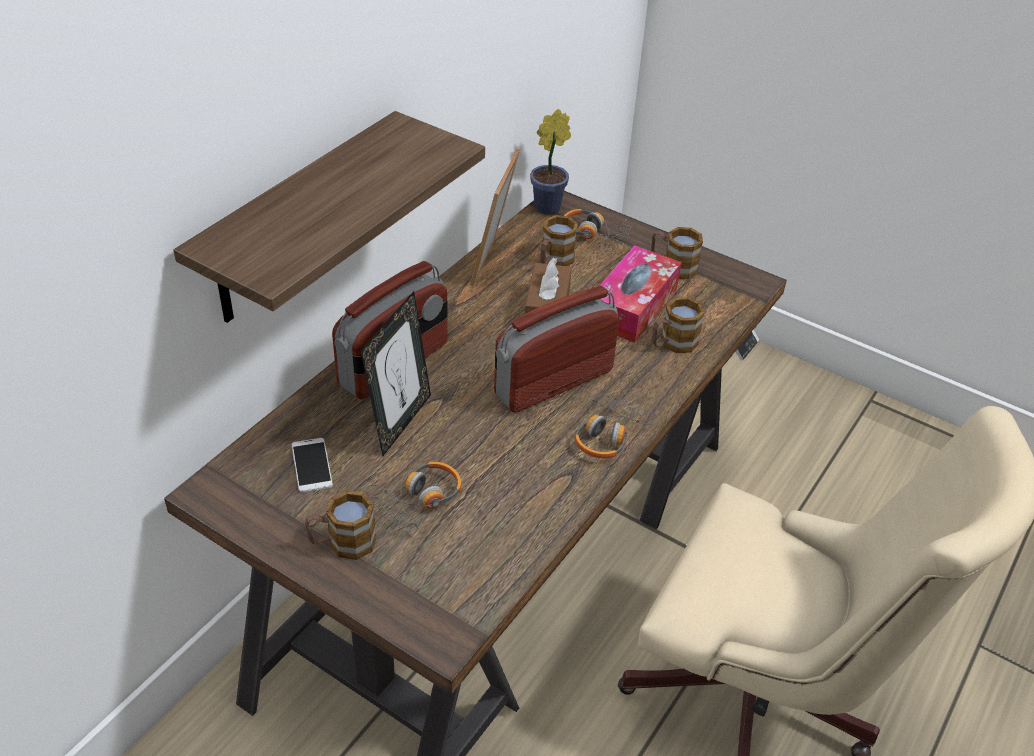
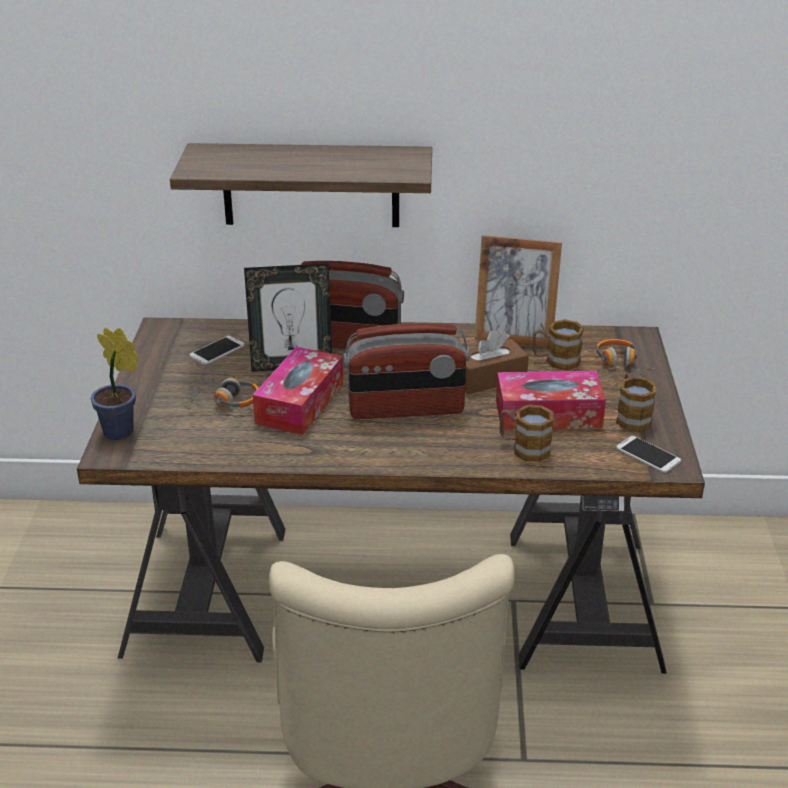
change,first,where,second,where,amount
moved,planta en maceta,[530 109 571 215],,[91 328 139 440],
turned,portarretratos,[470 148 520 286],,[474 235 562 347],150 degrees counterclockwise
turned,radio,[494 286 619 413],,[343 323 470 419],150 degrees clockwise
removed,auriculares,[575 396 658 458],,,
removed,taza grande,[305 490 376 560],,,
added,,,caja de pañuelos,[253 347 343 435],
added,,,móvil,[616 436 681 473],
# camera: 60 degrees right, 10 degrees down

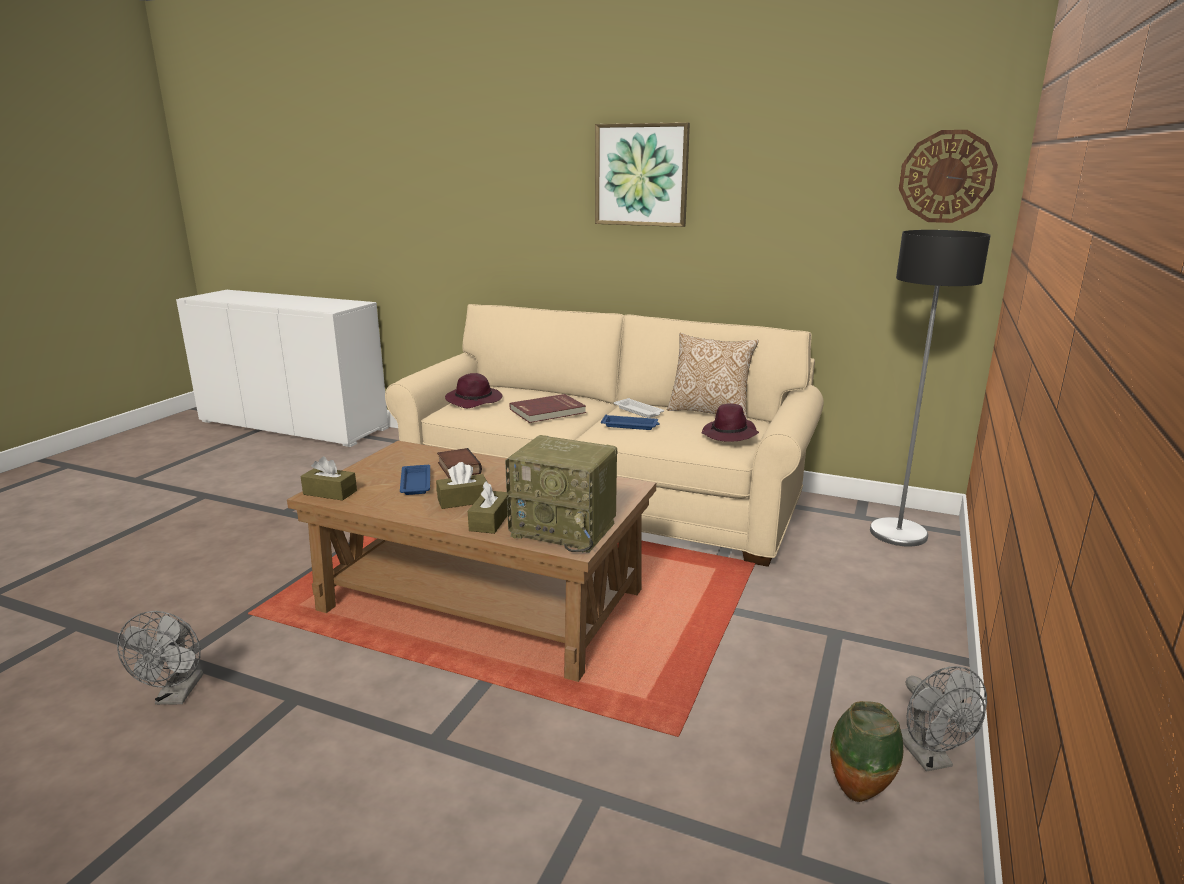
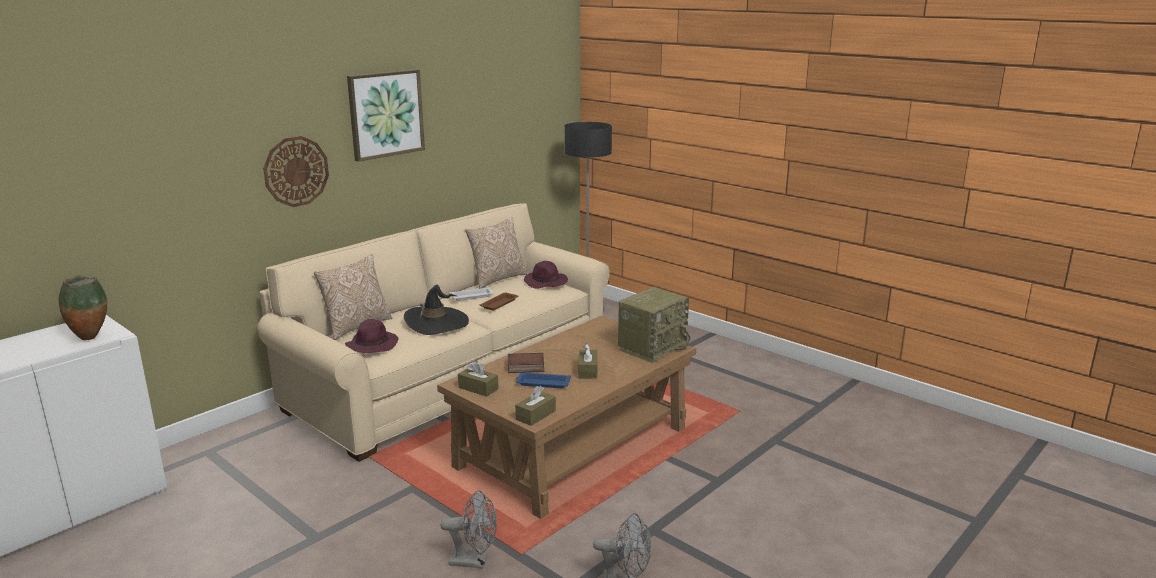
change,first,where,second,where,amount
moved,reloj de pared,[899 130 998 223],,[263 136 329 207],
replaced,libro/rojo,[509 394 586 423],sombrero/negro,[404 285 469 335],
recoloured,bandeja/azul,[601 414 659 430],bandeja/marrón,[479 293 518 311],
moved,caja de pañuelos/marrón,[468 481 510 534],,[458 361 499 397],
moved,ventilador/gris,[901 666 987 772],,[440 490 497 568],
moved,florero,[830 701 903 802],,[59 275 107 340],
added,,,cojín,[314 254 392 340],
# camera: 70 degrees left, 0 degrees up

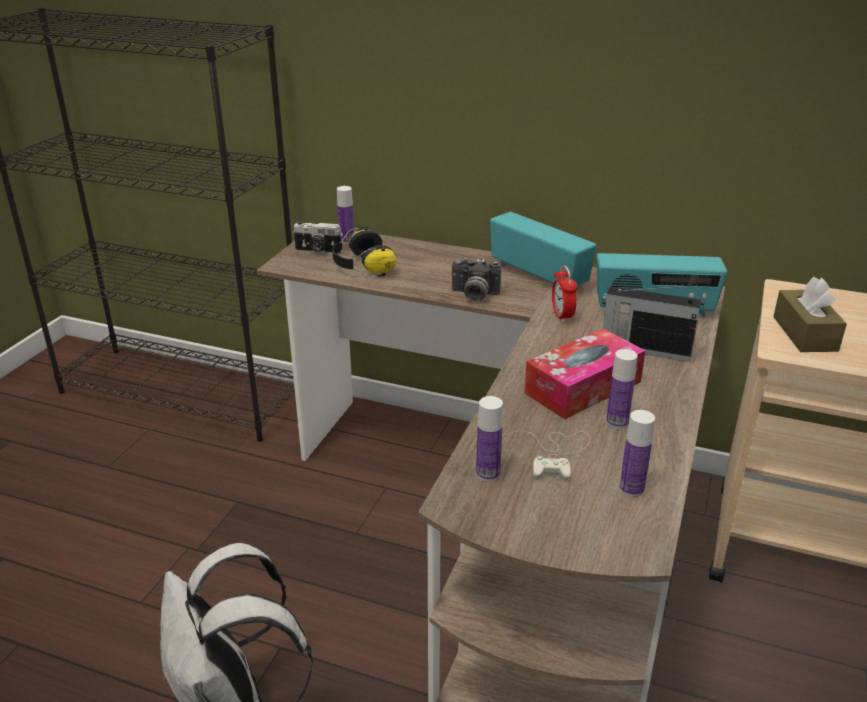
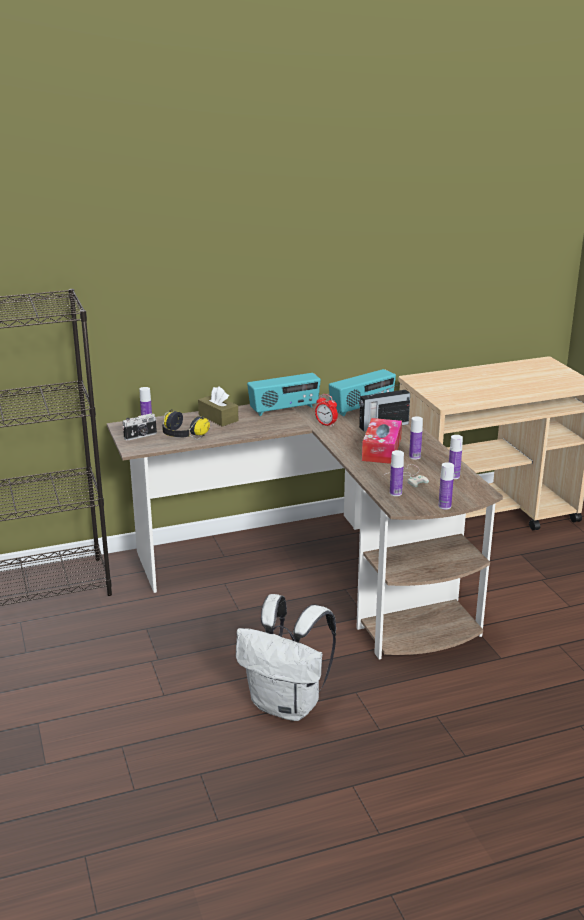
change,first,where,second,where,amount
turned,radio,[490 212 596 289],,[247 373 321 416],150 degrees clockwise
removed,cámara,[452 258 501 302],,,
moved,caja de pañuelos/marrón,[773 277 847 352],,[198 386 239 427],
added,,,botella,[438 462 454 510],
# camera: 40 degrees left, 5 degrees down

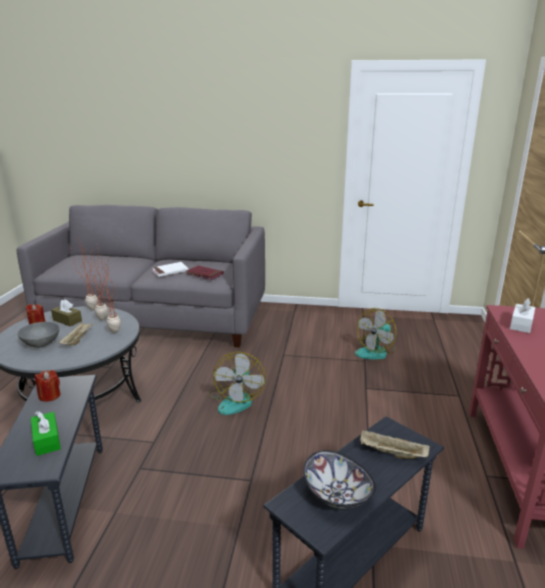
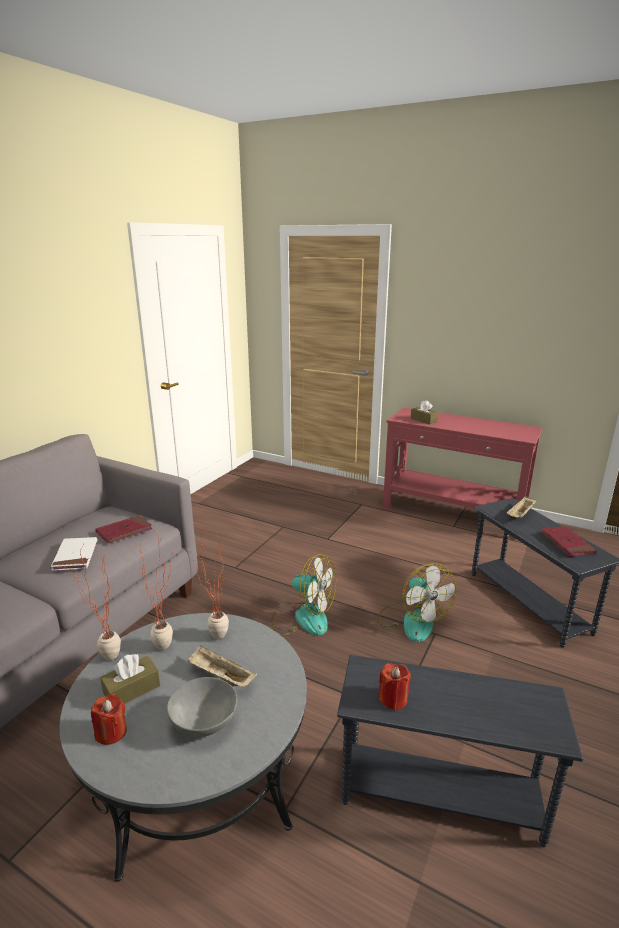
change,first,where,second,where,amount
recoloured,caja de pañuelos/blanco,[510 298 535 333],caja de pañuelos/marrón,[411 400 438 425],
moved,ventilador,[355 308 396 359],,[377 563 456 642],
removed,caja de pañuelos/verde,[31 411 61 456],,,
replaced,cuenco,[303 450 376 509],libro/rojo,[540 526 597 557],
# camera: 70 degrees left, 0 degrees up

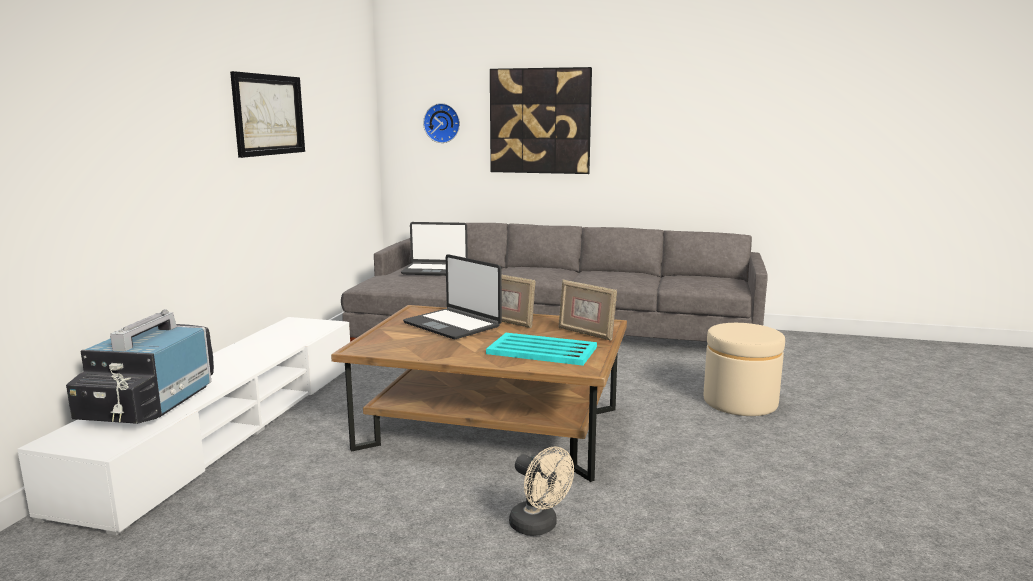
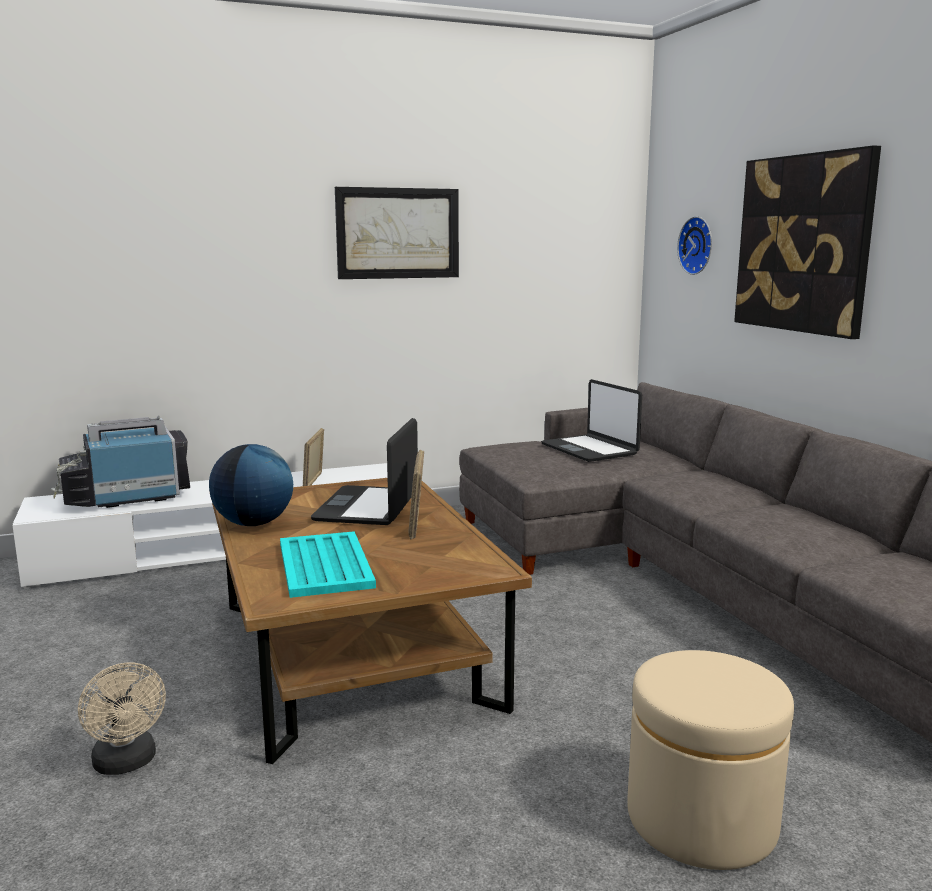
change,first,where,second,where,amount
moved,portarretratos,[558 280 617 341],,[303 428 324 486],
turned,ventilador/beis,[509 447 574 536],,[78 662 166 775],45 degrees counterclockwise
added,,,globo terráqueo,[209 444 293 526],
# camera: 55 degrees right, 0 degrees up

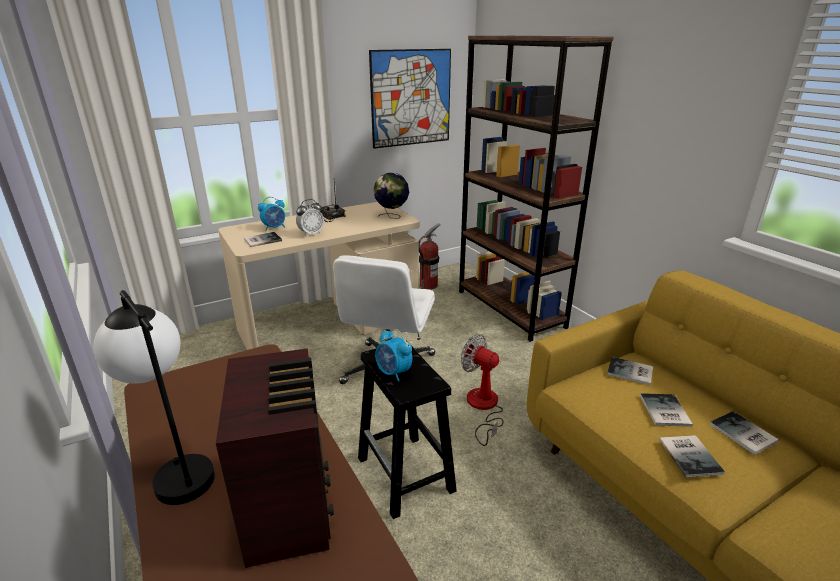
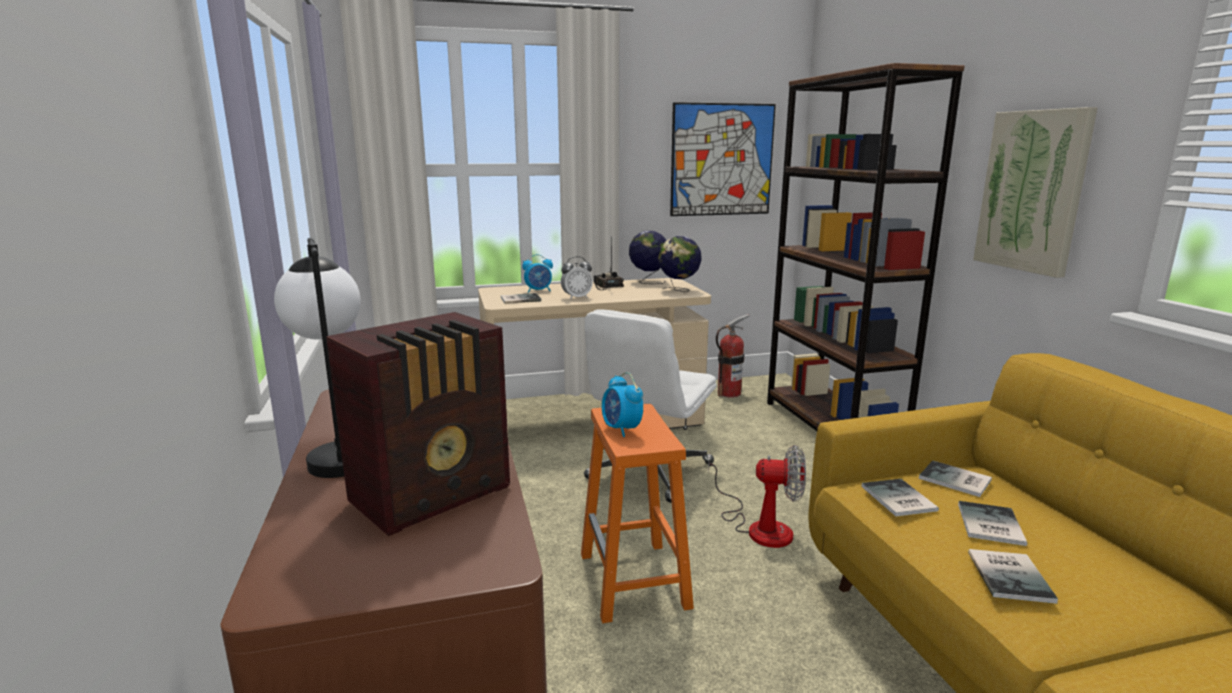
change,first,where,second,where,amount
turned,ventilador,[461 334 503 446],,[708 445 806 548],135 degrees clockwise
recoloured,taburete/negro,[358 341 457 519],taburete/naranja,[581 404 694 623],
turned,radio,[216 348 334 568],,[326 312 510 536],45 degrees clockwise
moved,libro,[710 411 779 455],,[861 479 939 516],
added,,,cuadro,[973 107 1098 278],
added,,,globo terráqueo,[629 231 667 284],
# camera: 15 degrees right, 10 degrees down

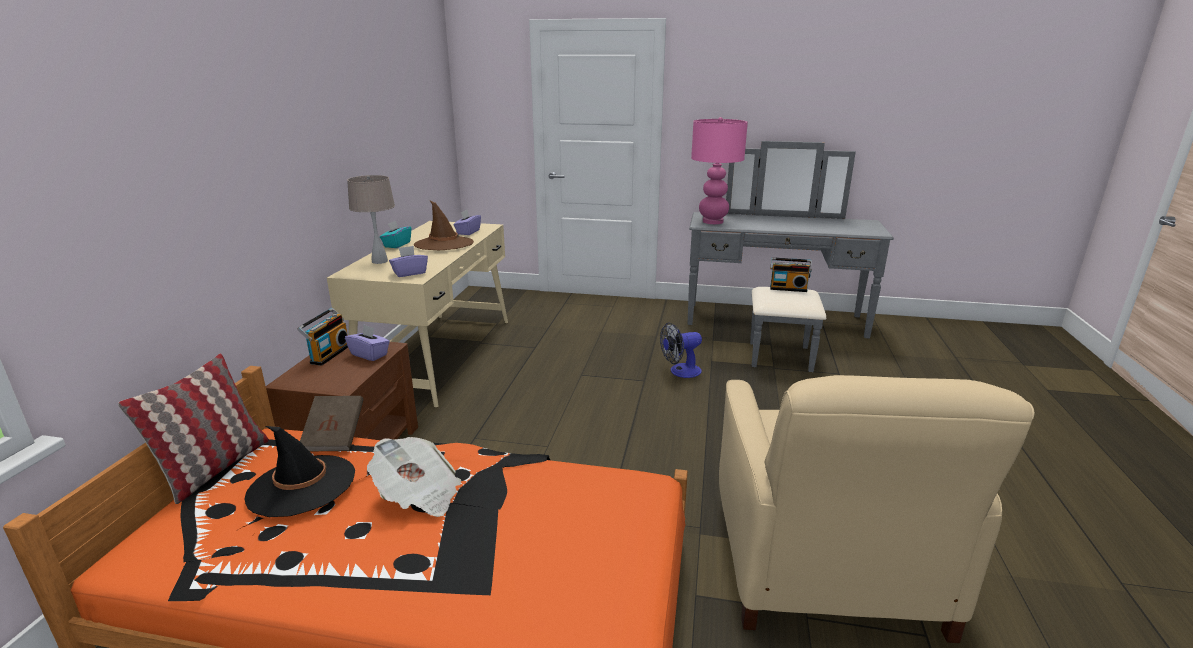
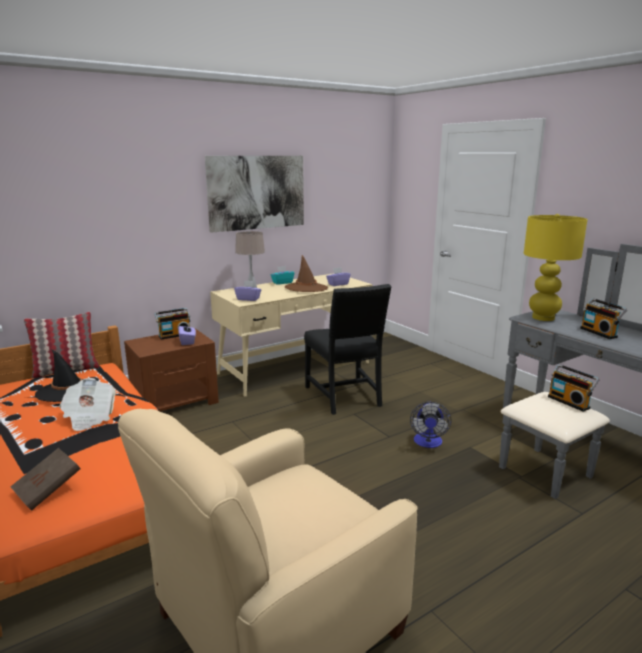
change,first,where,second,where,amount
recoloured,lámpara de mesa/rosa,[691 117 748 224],lámpara de mesa/amarillo,[524 214 588 321],
turned,ventilador,[660 323 702 378],,[410 402 451 448],105 degrees counterclockwise
moved,libro/marrón,[300 396 364 451],,[11 448 81 511],
added,,,cuadro,[205 156 304 233],
added,,,silla/negro,[304 284 391 415],
added,,,radio,[580 298 627 339],
# camera: 45 degrees right, 5 degrees down

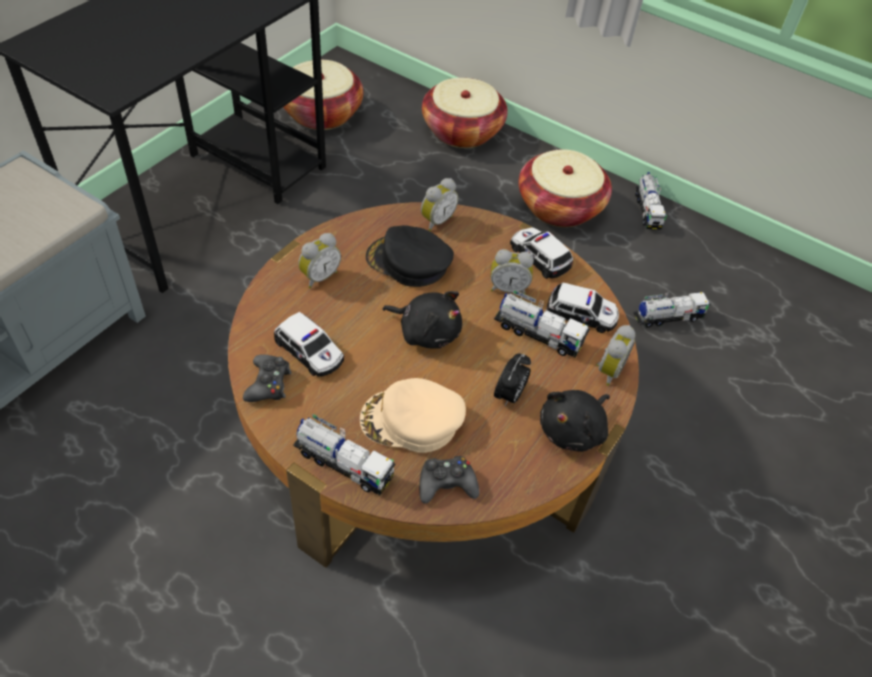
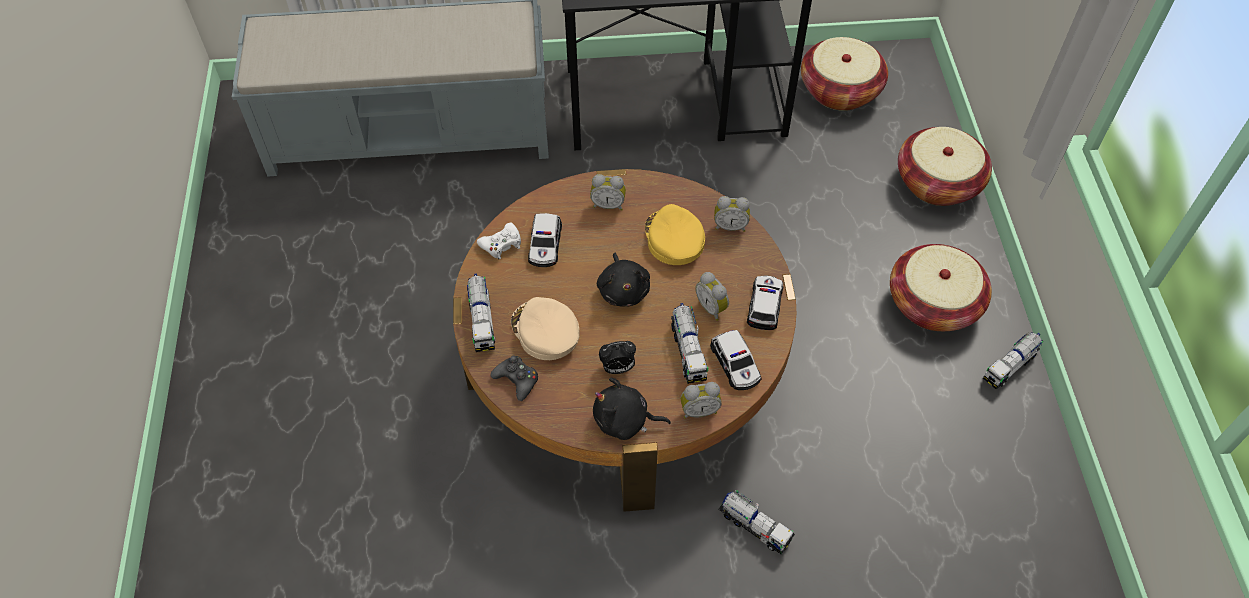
change,first,where,second,where,amount
recoloured,gorra/negro,[366 225 454 287],gorra/amarillo,[645 204 705 265],
moved,camión de juguete,[634 292 710 328],,[718 490 795 554],
recoloured,mando de consola/negro,[243 355 292 402],mando de consola/blanco,[477 222 521 259],
# camera: 55 degrees right, 5 degrees up

